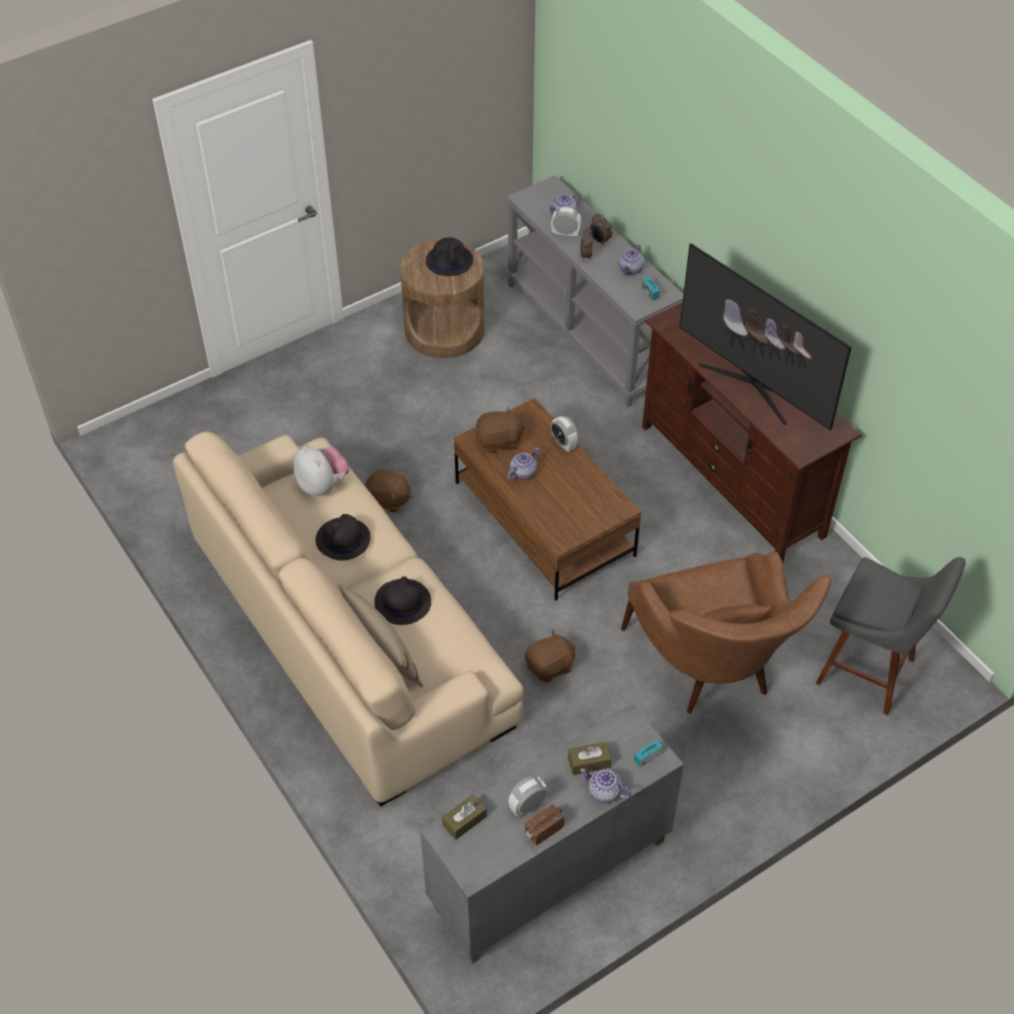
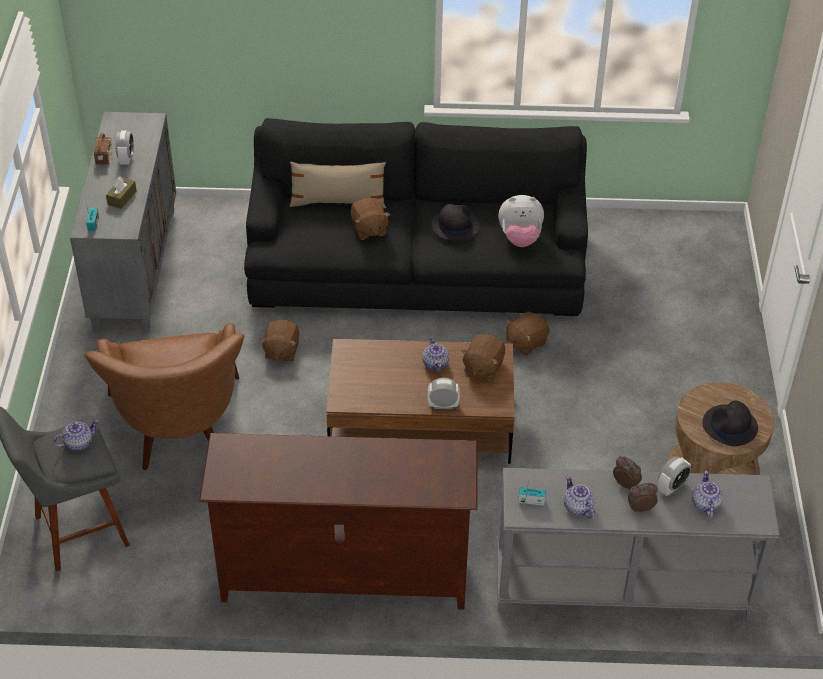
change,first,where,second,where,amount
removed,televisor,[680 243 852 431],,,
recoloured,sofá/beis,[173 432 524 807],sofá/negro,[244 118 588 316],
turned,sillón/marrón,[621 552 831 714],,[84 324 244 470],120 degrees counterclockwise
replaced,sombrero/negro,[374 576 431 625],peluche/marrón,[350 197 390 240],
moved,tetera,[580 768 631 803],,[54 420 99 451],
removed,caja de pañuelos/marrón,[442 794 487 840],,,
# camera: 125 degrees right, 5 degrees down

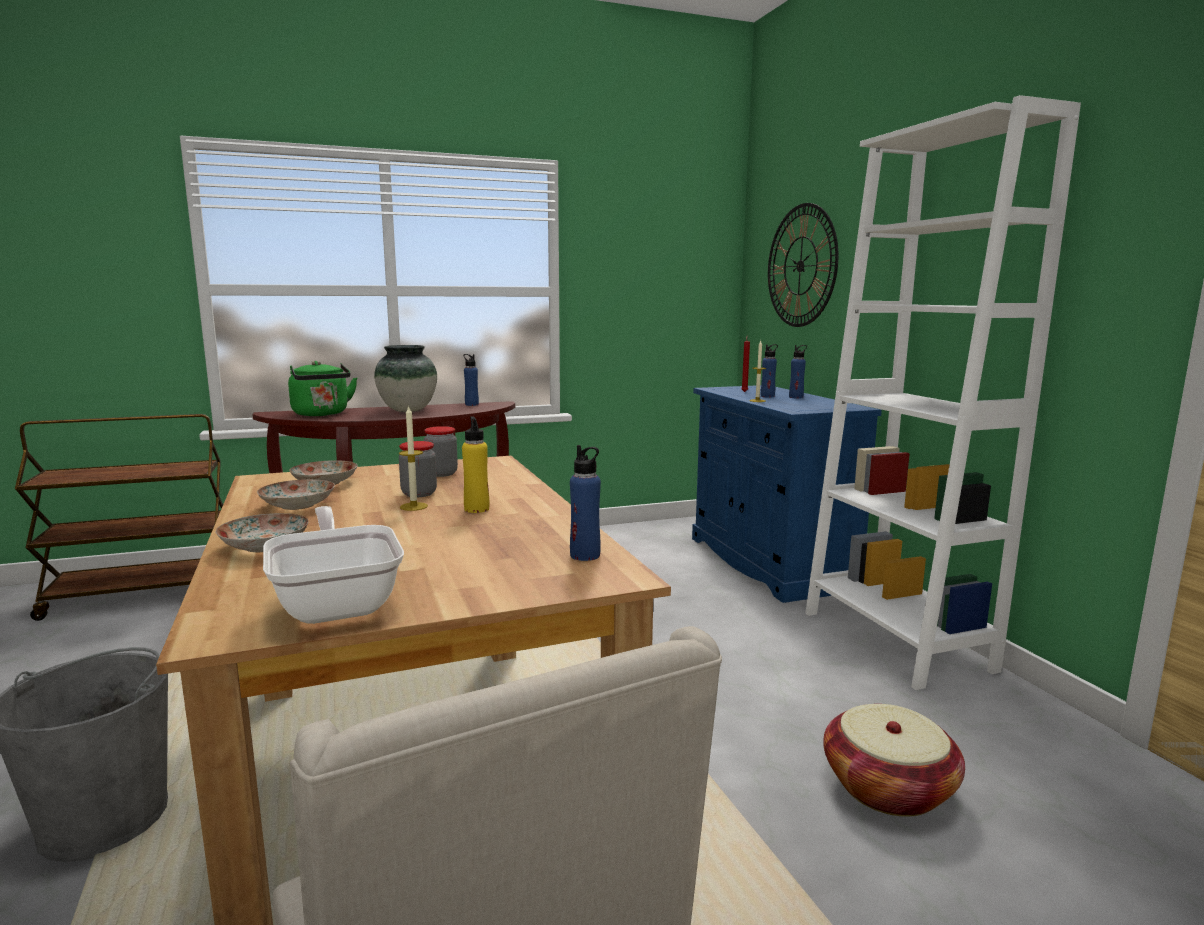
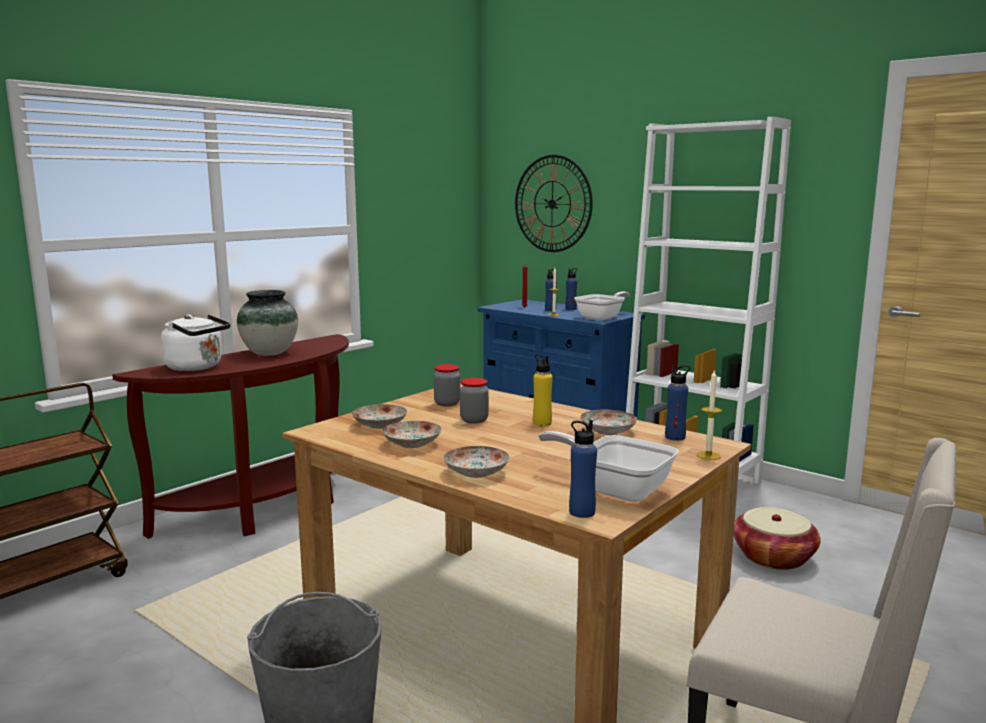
change,first,where,second,where,amount
moved,botella/azul,[463 354 479 406],,[569 420 597 518],
recoloured,hervidor/verde,[288 361 357 416],hervidor/blanco,[161 314 230 371],
moved,vela,[399 405 428 511],,[697 369 722 460],
added,,,sartén,[574 292 630 320],
added,,,plato,[580 410 637 435],
# camera: 30 degrees left, 0 degrees up

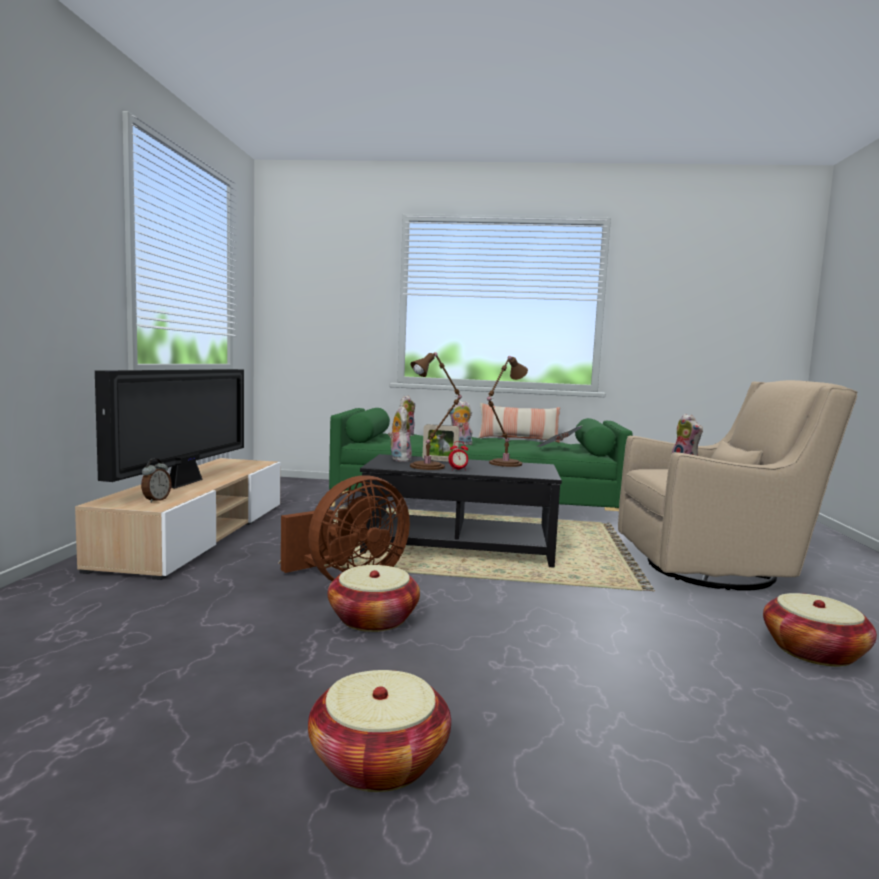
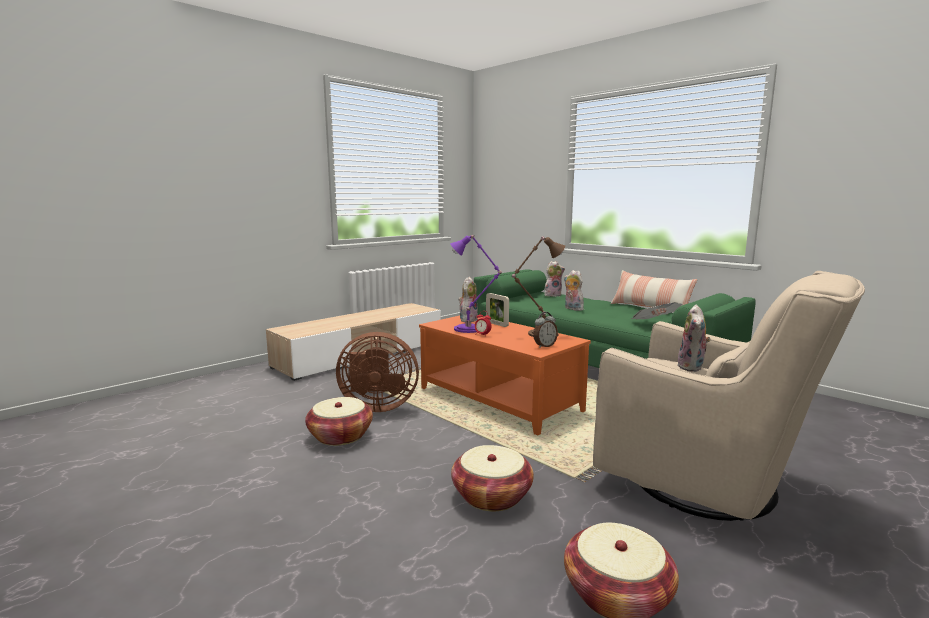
change,first,where,second,where,amount
recoloured,lámpara de mesa/marrón,[410 352 462 470],lámpara de mesa/morado,[450 235 502 333],
removed,televisor,[95 369 244 489],,,
recoloured,mesa de centro/negro,[360 454 562 568],mesa de centro/naranja,[419 316 591 435],
moved,despertador,[141 458 171 503],,[533 312 558 348],
moved,cesta,[308 670 451 792],,[451 445 534 511],
# camera: 40 degrees right, 5 degrees up

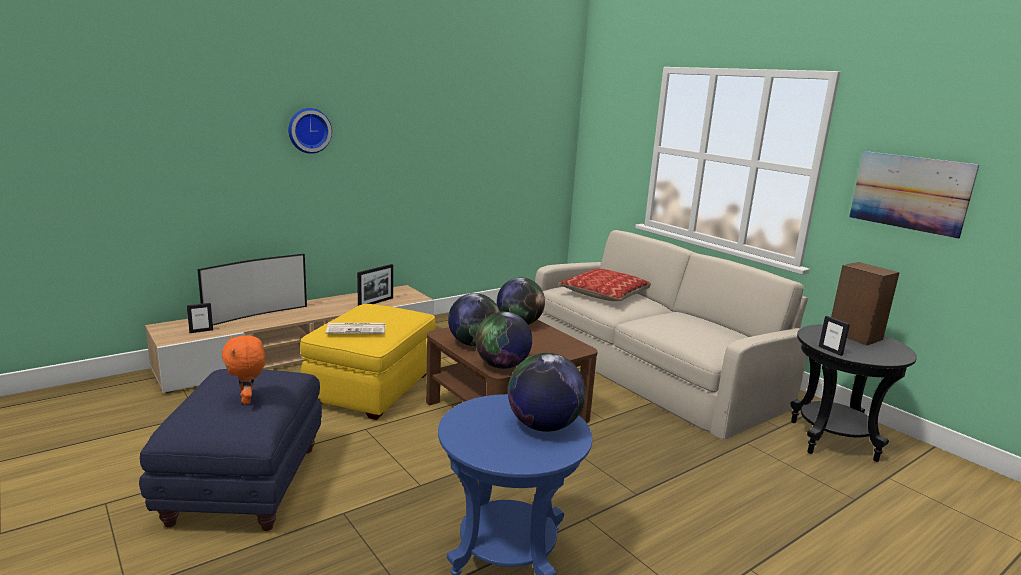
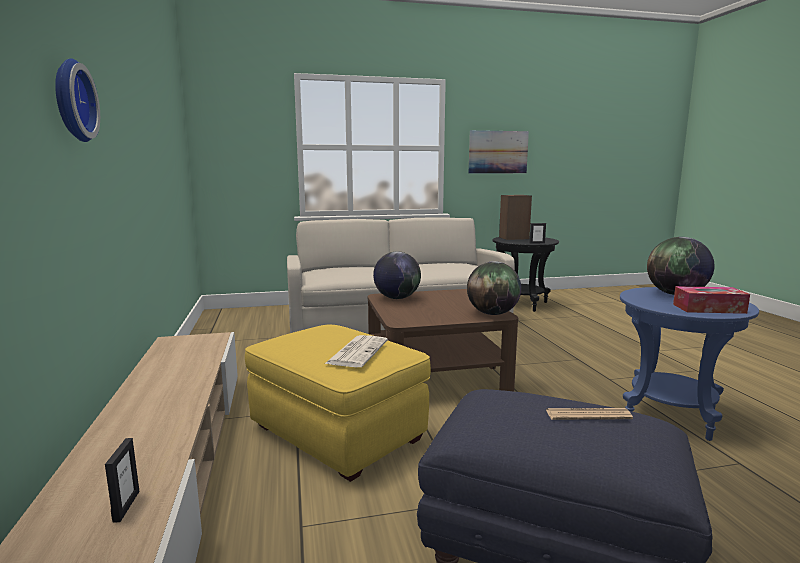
change,first,where,second,where,amount
removed,televisor,[197 254 307 325],,,
removed,portarretratos,[357 264 393 306],,,
removed,cojín,[559 269 651 301],,,
removed,globo terráqueo,[448 293 500 346],,,
replaced,peluche/naranja,[222 335 265 404],periódico,[546 408 633 420],
added,,,caja de pañuelos,[673 286 750 314],
# camera: 65 degrees left, 5 degrees down

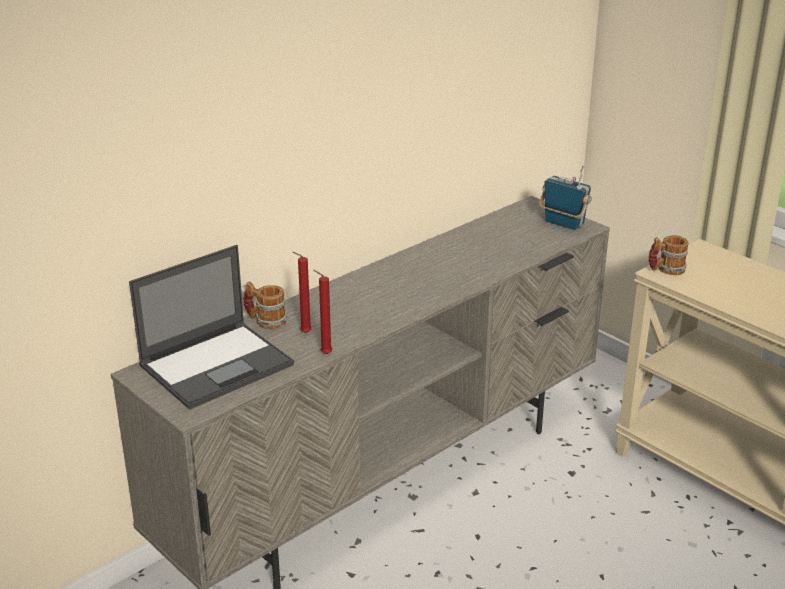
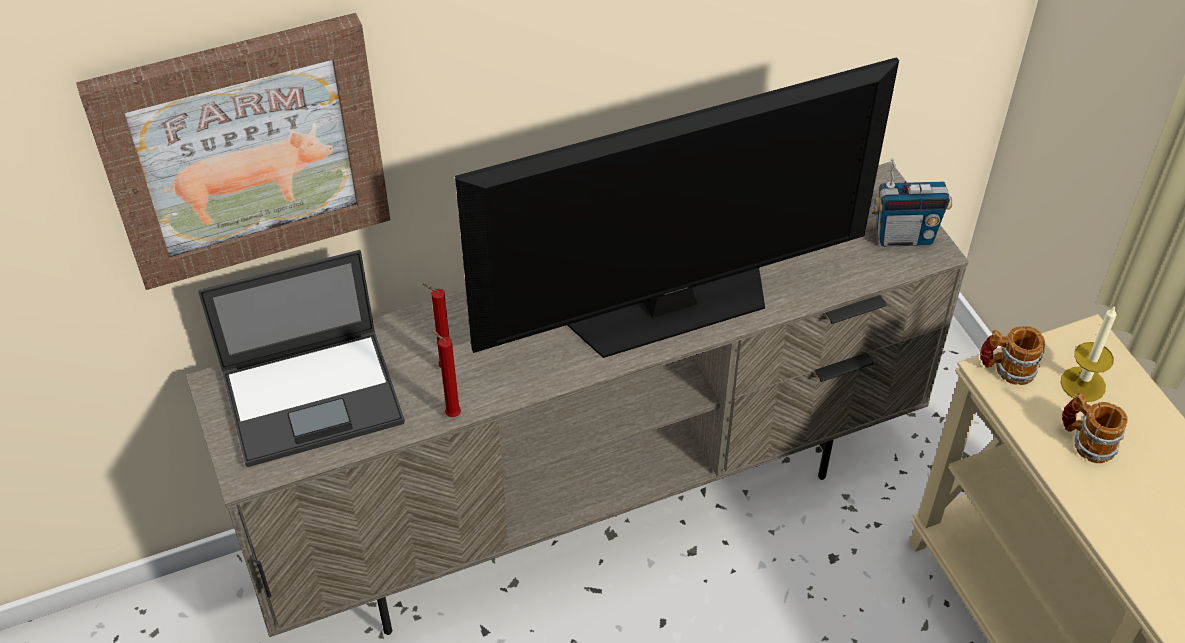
change,first,where,second,where,amount
turned,radio,[539 165 592 230],,[871 158 952 247],120 degrees clockwise
moved,taza grande,[243 281 287 330],,[1062 393 1128 463],
added,,,cuadro,[76 13 390 290],
added,,,televisor,[455 57 899 358],
added,,,vela,[1061 306 1117 402],
# camera: 20 degrees right, 20 degrees up

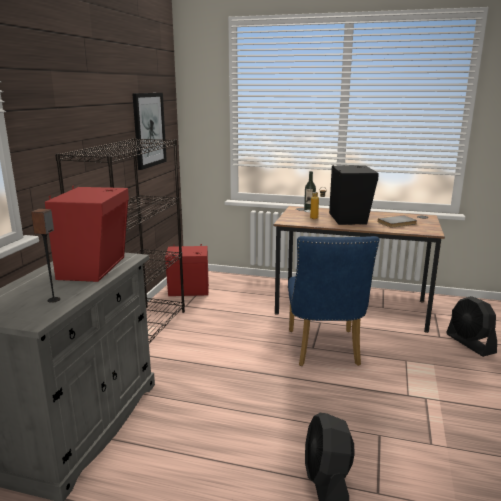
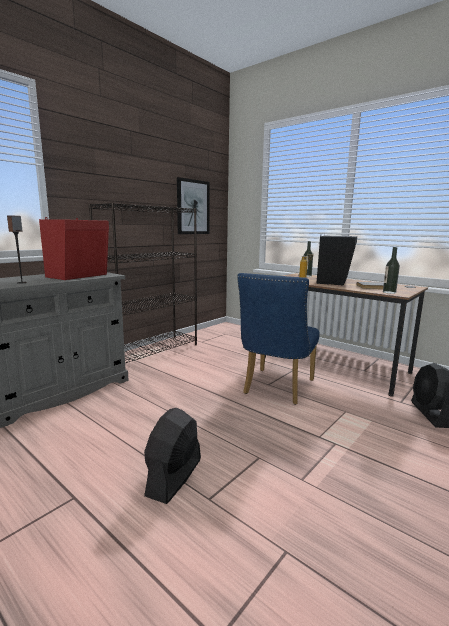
change,first,where,second,where,amount
removed,altavoz/rojo,[165 244 209 296],,,
added,,,botella,[383 247 400 294],
# camera: 25 degrees right, 5 degrees down

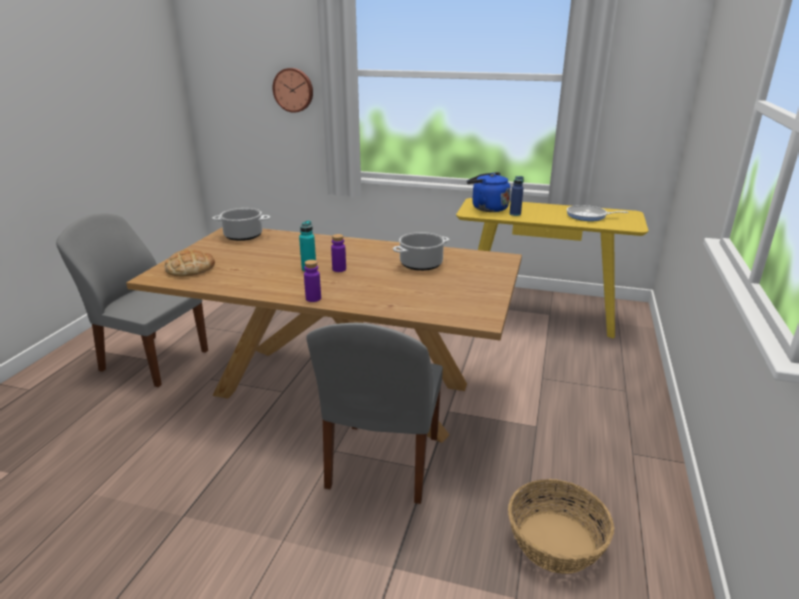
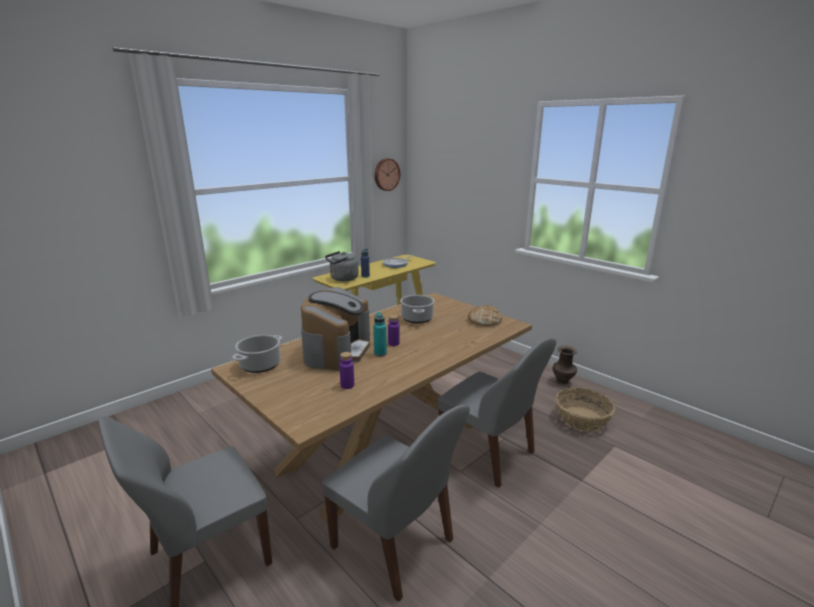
change,first,where,second,where,amount
moved,reloj de pared,[273 68 313 113],,[374 158 400 191],
recoloured,hervidor/azul,[467 172 511 212],hervidor/gris,[325 251 359 281],
moved,pan,[164 249 215 277],,[468 305 502 326],
moved,botella/morado,[304 260 321 302],,[340 352 354 389],
added,,,cafetera,[301 287 370 371],
added,,,florero/marrón,[553 346 577 384],
added,,,silla/gris,[322 405 470 602],
# camera: 60 degrees left, 5 degrees down

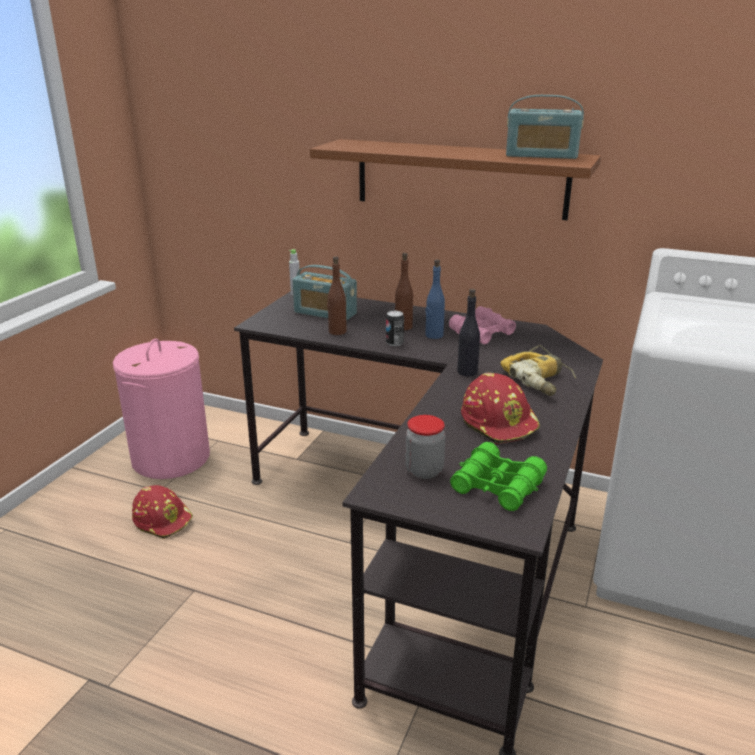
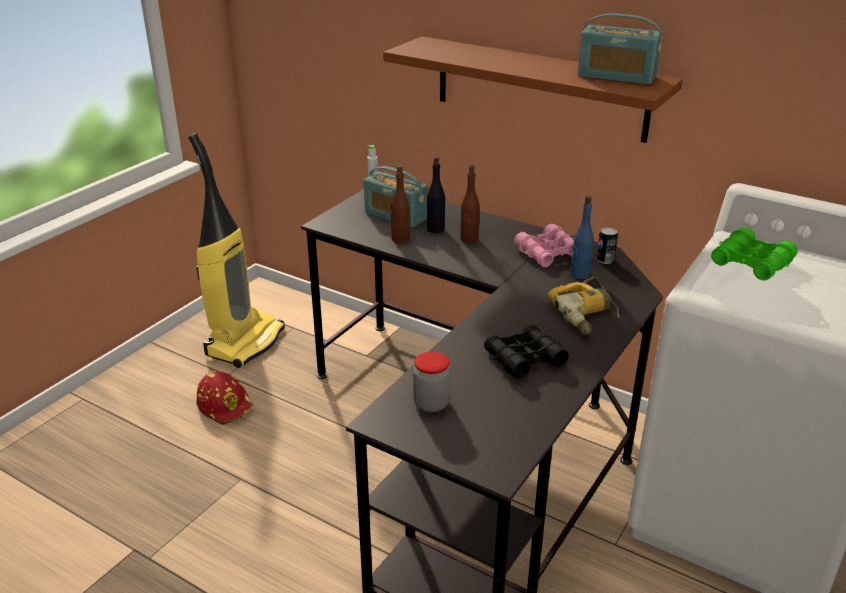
change,first,where,second,where,amount
moved,botella/azul,[425 259 445 339],,[570 196 594 279],
moved,botella/negro,[457 289 480 376],,[427 157 445 233],
moved,lata,[386 311 404 346],,[596 227 618 264],
replaced,cesto de la ropa/rosa,[113 338 210 479],aspiradora,[188 133 285 368],
replaced,casco/rojo,[461 373 540 444],prismáticos/negro,[484 325 569 379],
moved,prismáticos/verde,[450 442 547 511],,[711 227 798 281],
# camera: 10 degrees right, 5 degrees up

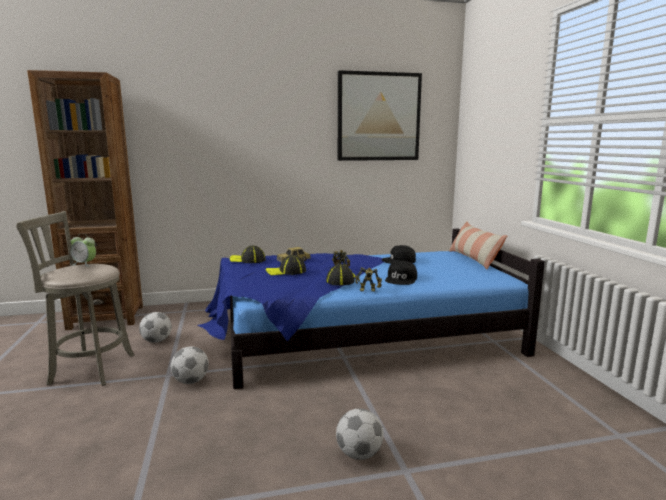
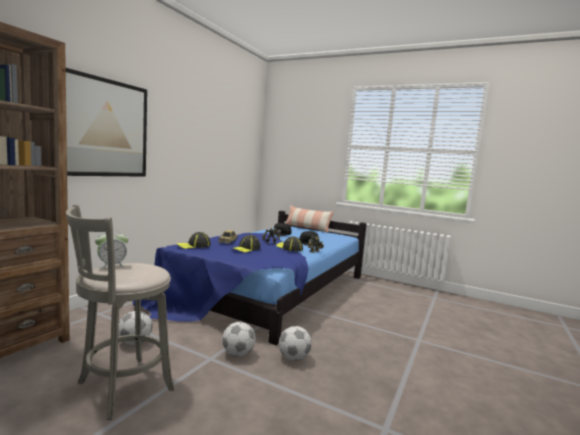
change,first,where,second,where,amount
moved,cuadro,[338 70 422 161],,[66 68 147 177],
moved,balón de fútbol,[336 408 384 460],,[279 326 312 361],
# camera: 50 degrees left, 5 degrees down

